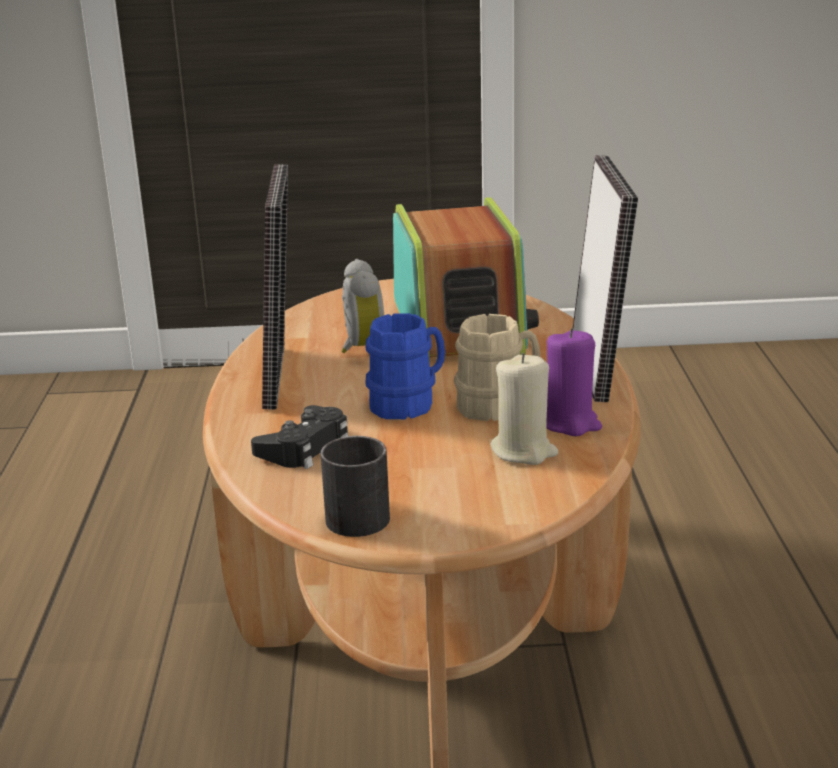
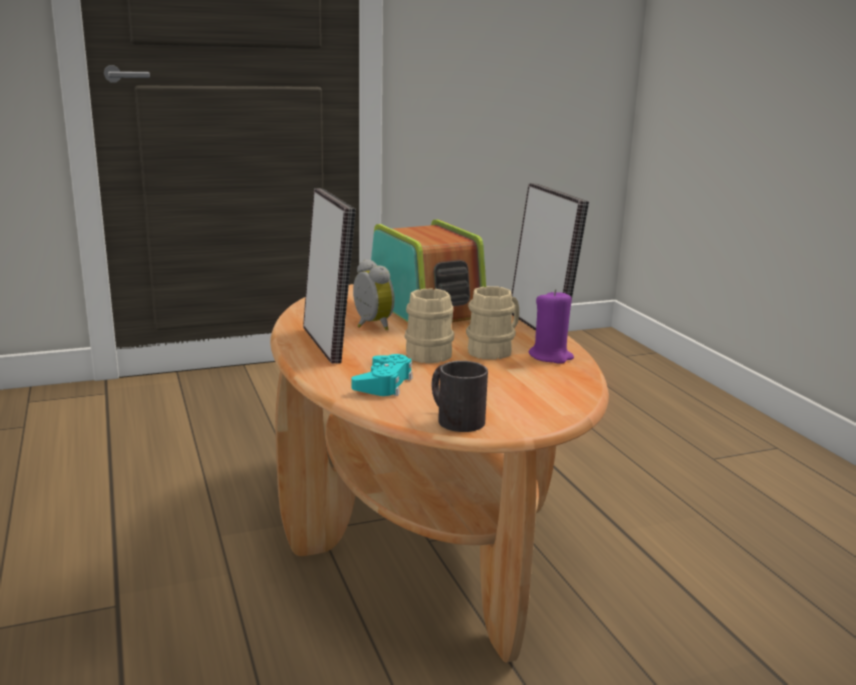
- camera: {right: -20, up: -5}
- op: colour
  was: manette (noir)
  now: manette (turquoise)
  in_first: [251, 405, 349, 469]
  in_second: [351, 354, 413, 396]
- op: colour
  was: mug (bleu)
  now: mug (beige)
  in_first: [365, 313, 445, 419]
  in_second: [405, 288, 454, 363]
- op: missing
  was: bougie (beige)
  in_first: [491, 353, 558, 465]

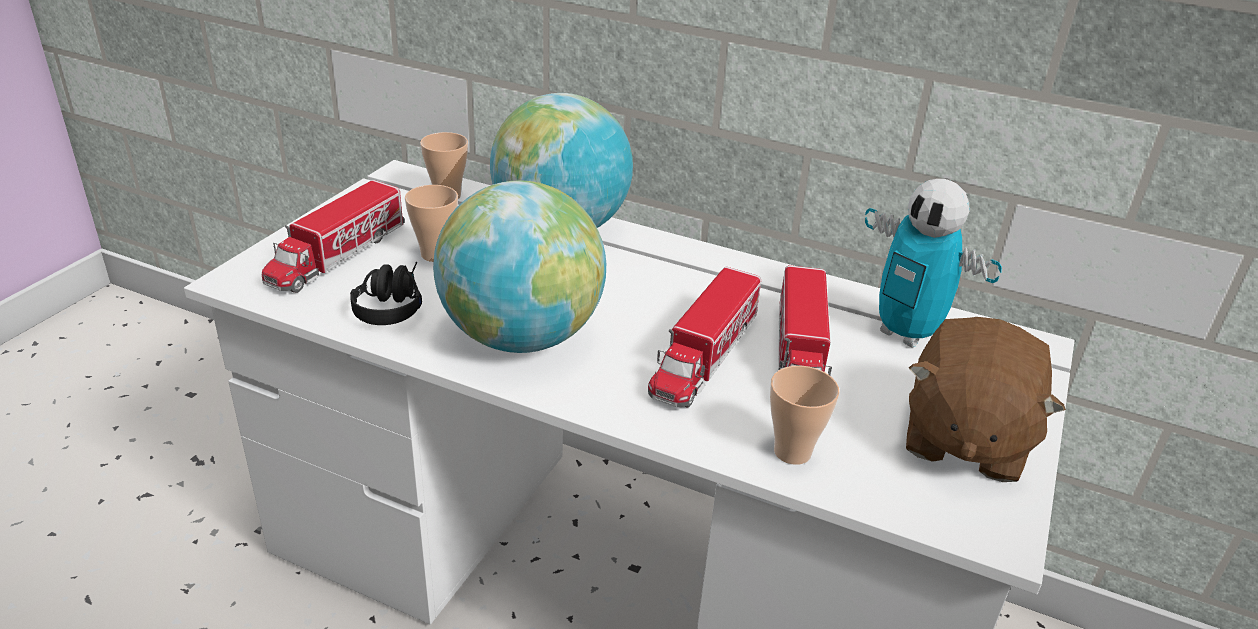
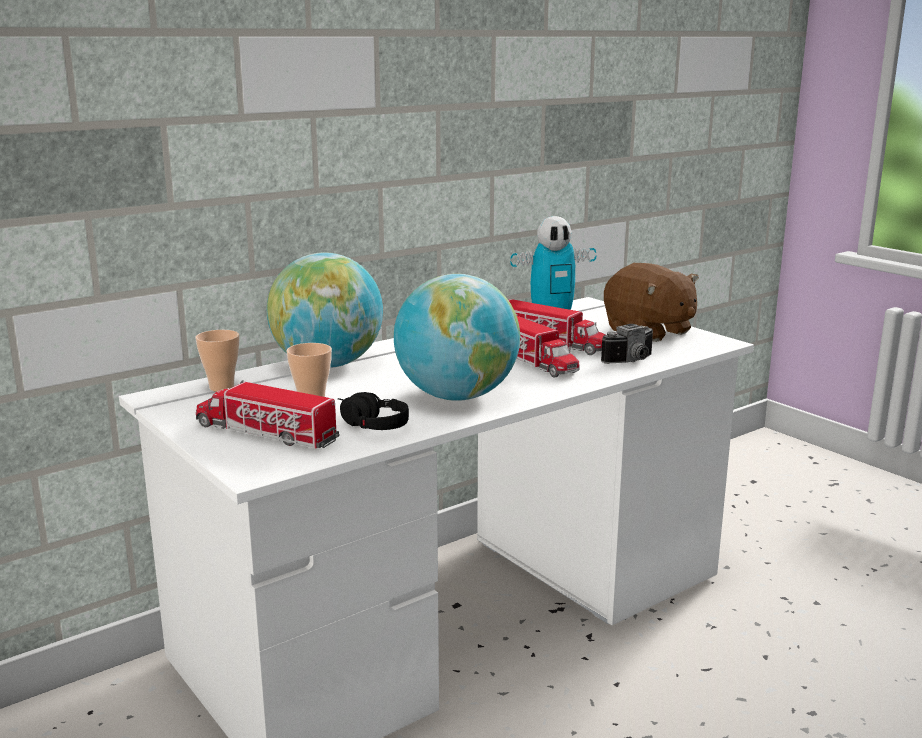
- camera: {right: -60, up: -15}
- op: spun
  was: camion jouet
  in_first: [262, 180, 405, 293]
  in_second: [196, 380, 340, 448]
  clockwise: 150
- op: exchanged
  was: tasse
  now: appareil photo
  in_first: [770, 365, 840, 465]
  in_second: [601, 324, 653, 364]

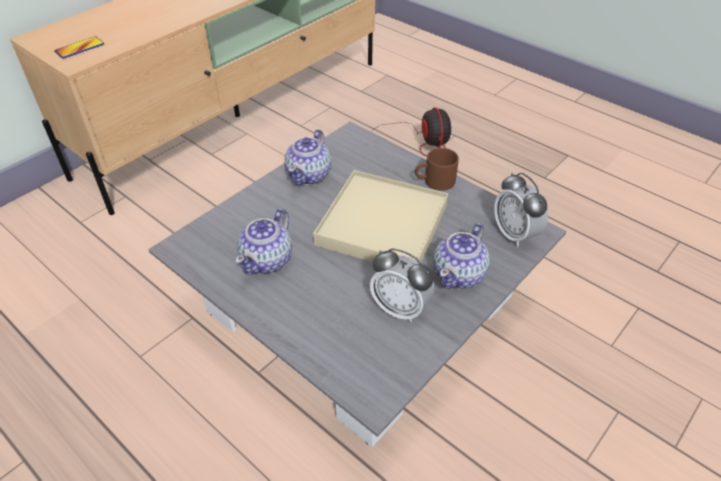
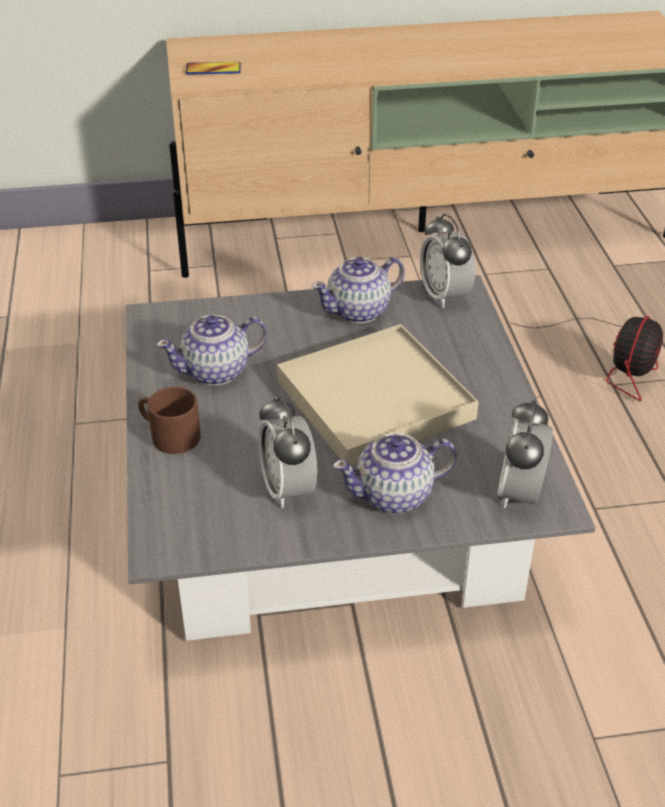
- camera: {right: 40, up: -5}
- op: relocated
  was: mug (marron)
  in_first: [414, 148, 459, 191]
  in_second: [138, 387, 201, 454]
- op: appeared
  now: réveil
  in_second: [420, 213, 476, 308]

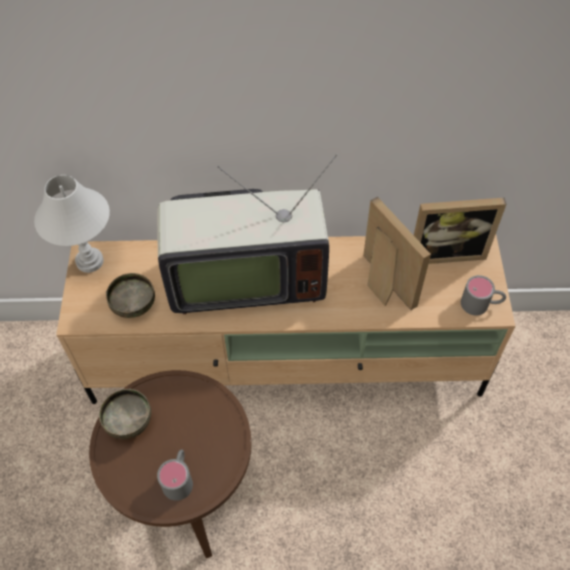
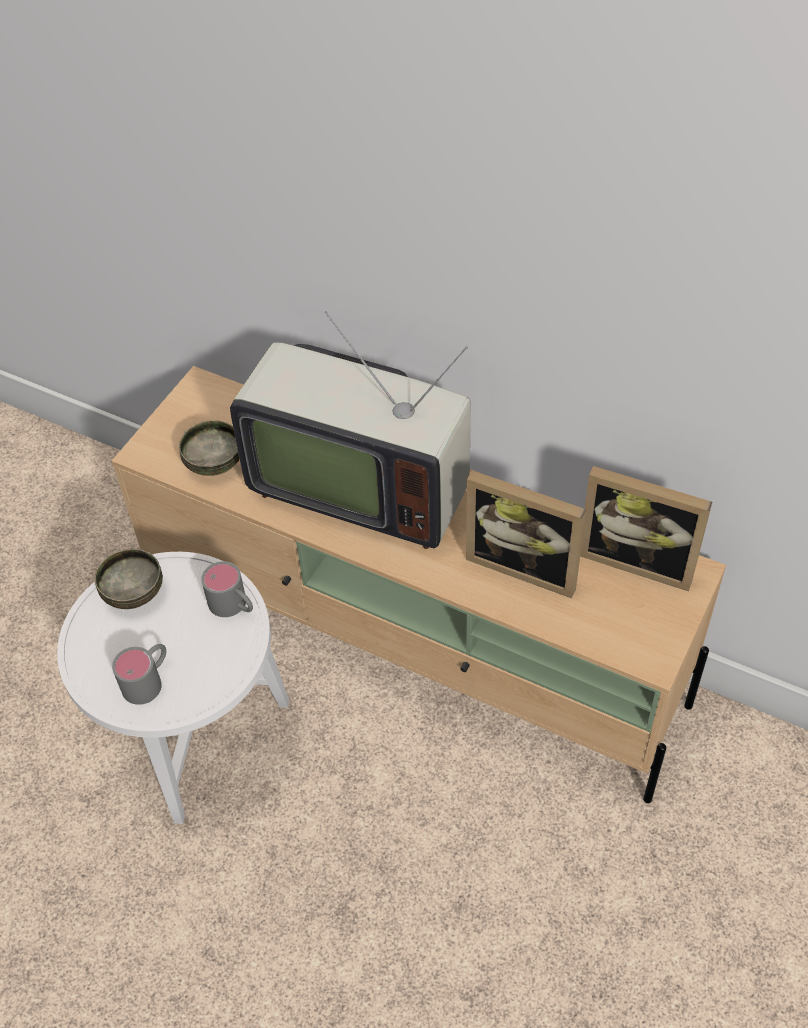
- camera: {right: 30, up: -5}
- op: colour
  was: table d'appoint (marron)
  now: table d'appoint (blanc)
  in_first: [89, 370, 251, 558]
  in_second: [57, 552, 289, 824]
- op: relocated
  was: mug (gris)
  in_first: [461, 275, 506, 315]
  in_second: [201, 561, 253, 617]
- op: spun
  was: cadre photo
  in_first: [363, 197, 431, 310]
  in_second: [466, 470, 586, 598]
  clockwise: 120
- op: missing
  was: lampe de table (blanc)
  in_first: [34, 175, 110, 273]

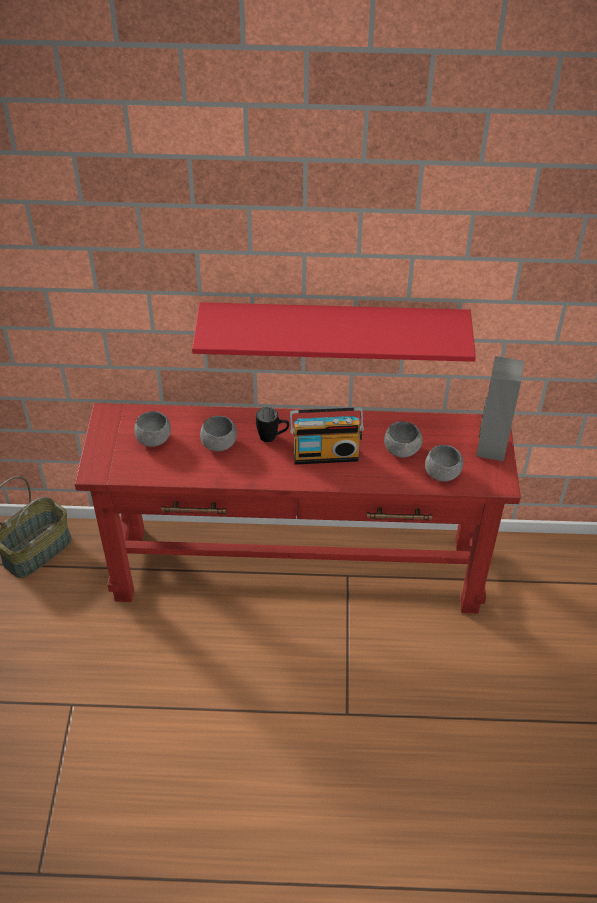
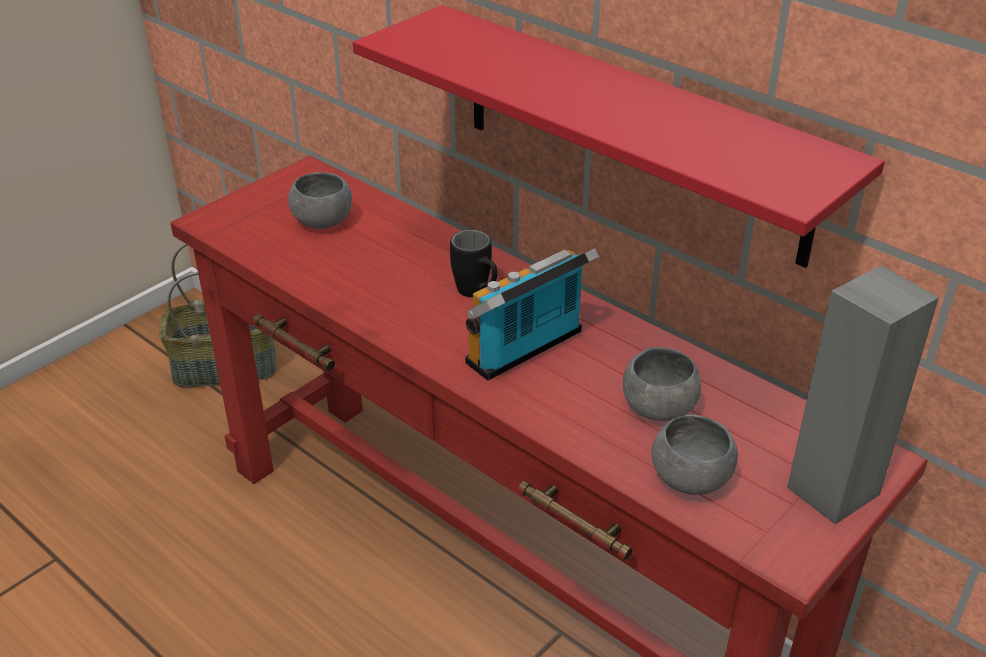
- camera: {right: 40, up: -10}
- op: spun
  was: radio
  in_first: [290, 407, 364, 465]
  in_second: [465, 248, 600, 381]
  clockwise: 105
- op: missing
  was: bol (gris)
  in_first: [200, 416, 237, 451]

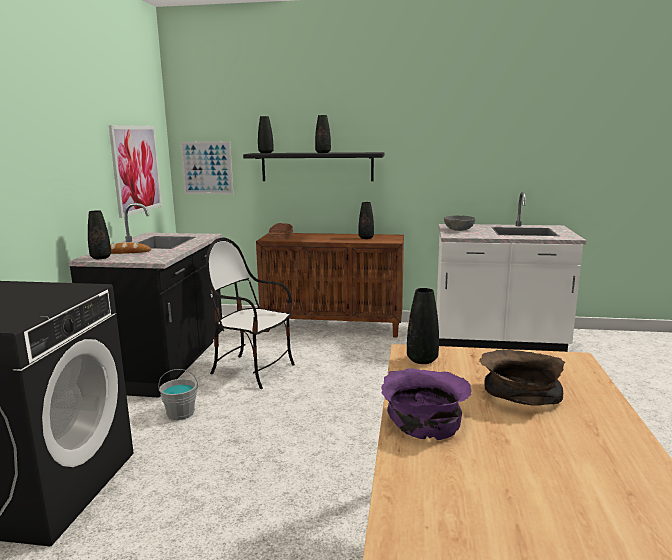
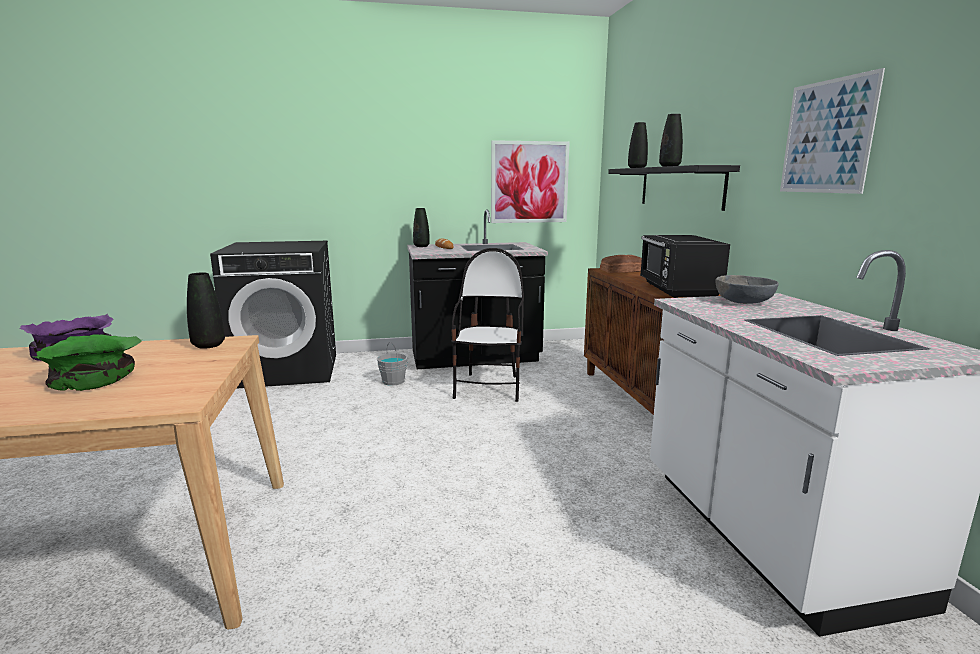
- camera: {right: 70, up: 0}
- op: colour
  was: bol (marron)
  now: bol (vert)
  in_first: [479, 349, 565, 405]
  in_second: [32, 334, 142, 391]
- op: exchanged
  was: vase (noir)
  now: micro-ondes (noir)
  in_first: [358, 202, 374, 239]
  in_second: [640, 235, 730, 298]
- op: relocated
  was: tableau
  in_first: [180, 141, 233, 194]
  in_second: [780, 68, 885, 194]

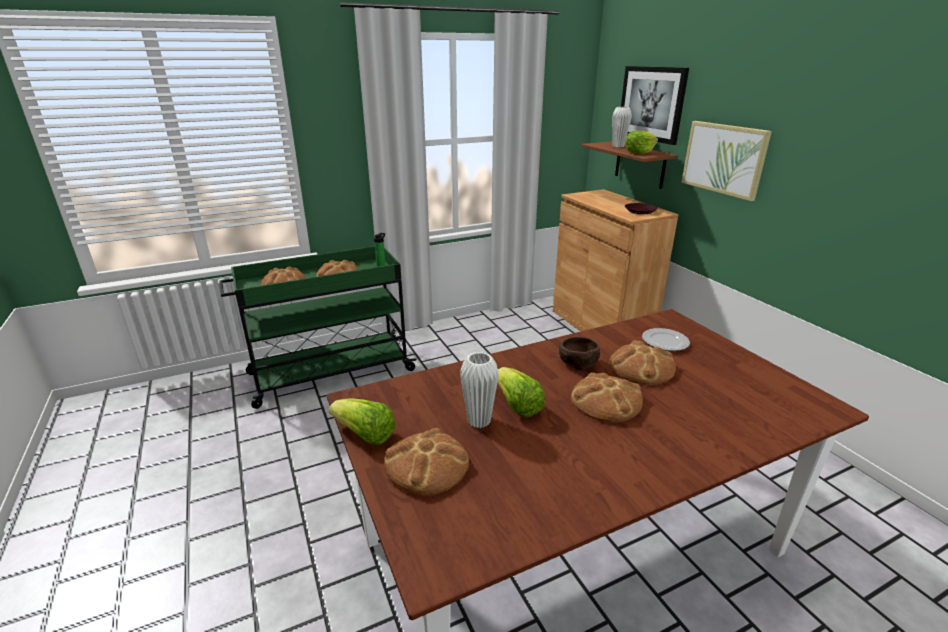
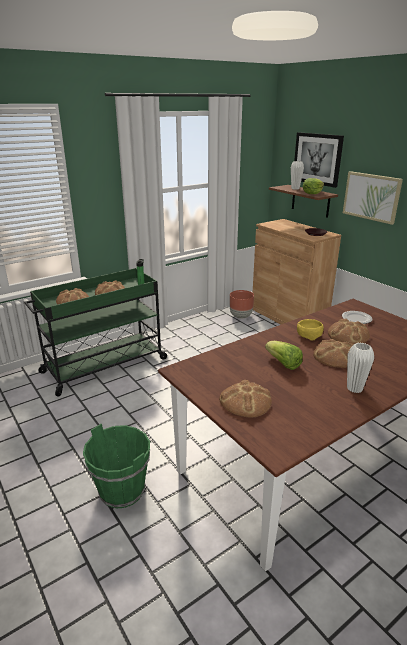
- camera: {right: -10, up: 0}
- op: appeared
  now: seau (vert)
  in_second: [83, 424, 150, 508]
- op: appeared
  now: cache-pot (marron)
  in_second: [230, 290, 254, 319]
- op: colour
  was: bol (marron)
  now: bol (jaune)
  in_first: [559, 336, 600, 371]
  in_second: [297, 319, 324, 340]
- op: relocated
  was: vase (blanc)
  in_first: [460, 352, 499, 428]
  in_second: [347, 342, 374, 393]
- op: missing
  was: laitue
  in_first: [329, 398, 395, 445]

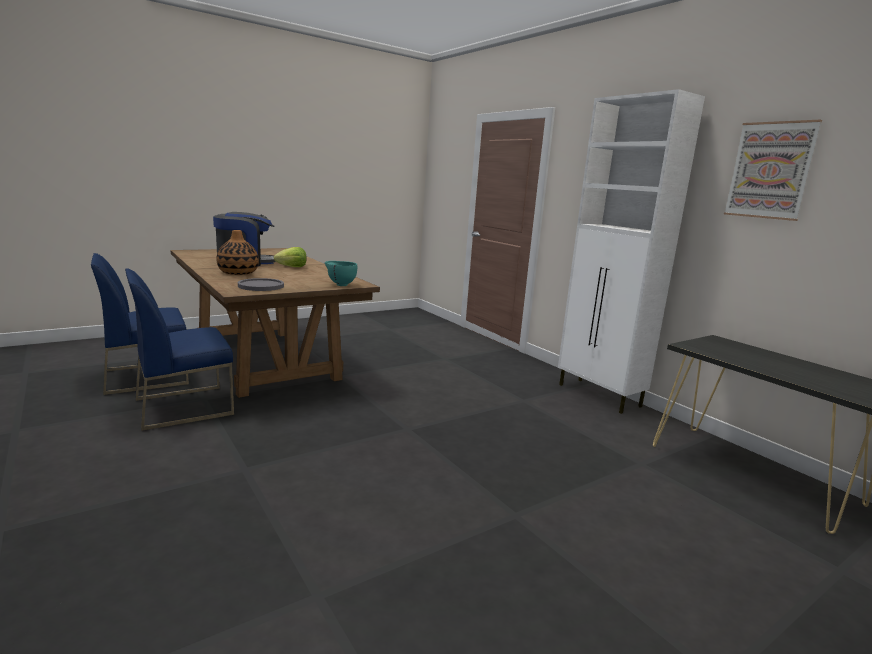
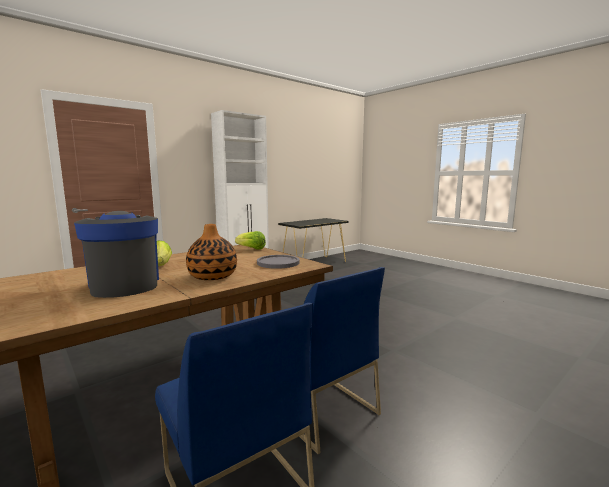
- camera: {right: -95, up: -5}
- op: exchanged
  was: bol (turquoise)
  now: laitue
  in_first: [325, 261, 357, 286]
  in_second: [235, 231, 266, 250]
- op: missing
  was: tableau
  in_first: [724, 120, 822, 221]

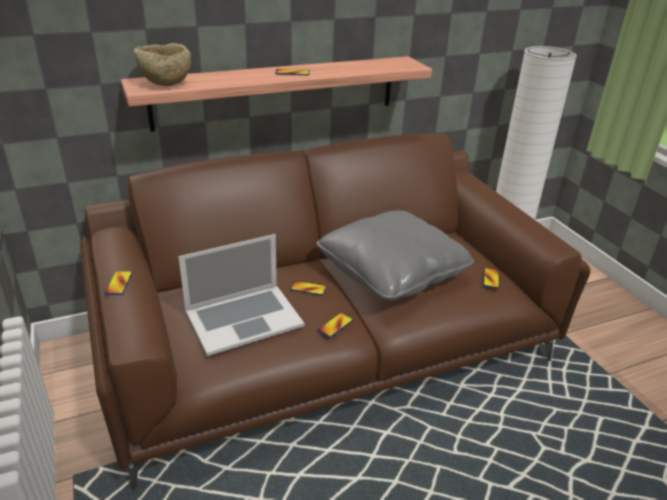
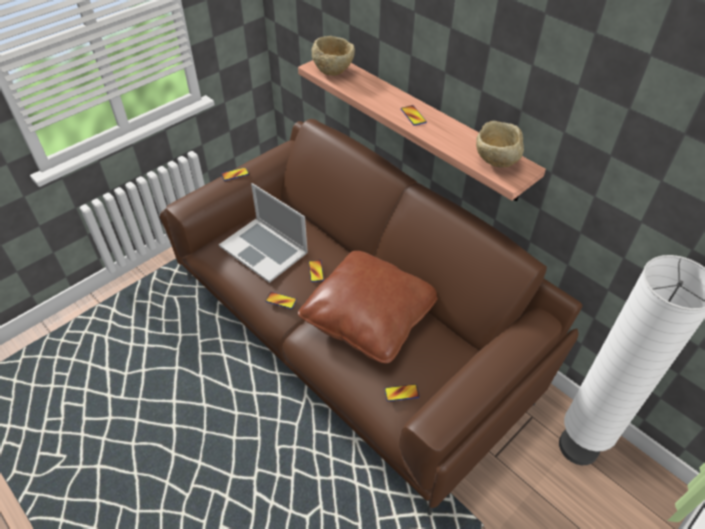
- camera: {right: 70, up: 15}
- op: colour
  was: coussin (gris)
  now: coussin (marron)
  in_first: [316, 210, 474, 301]
  in_second: [298, 251, 438, 363]
- op: appeared
  now: bol (beige)
  in_second: [476, 121, 524, 167]

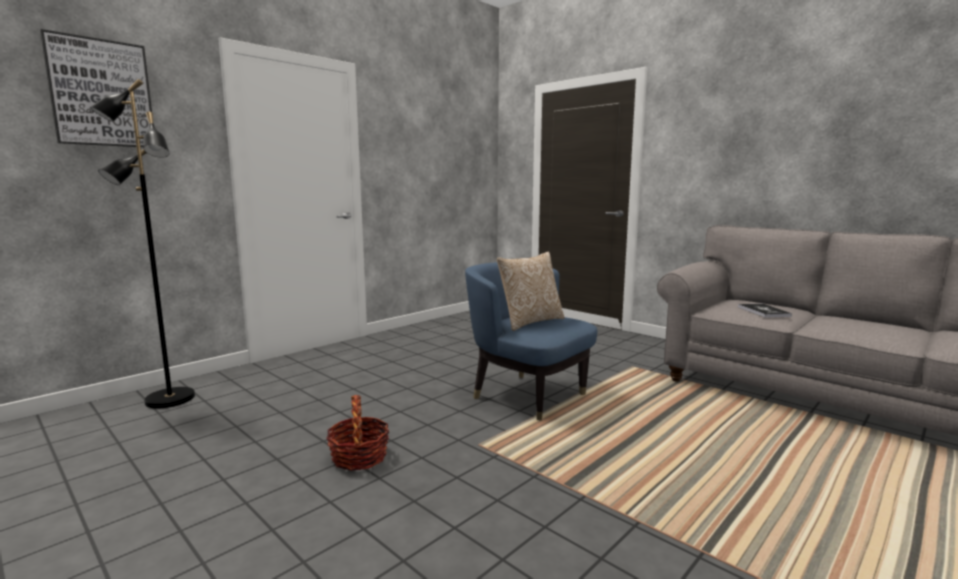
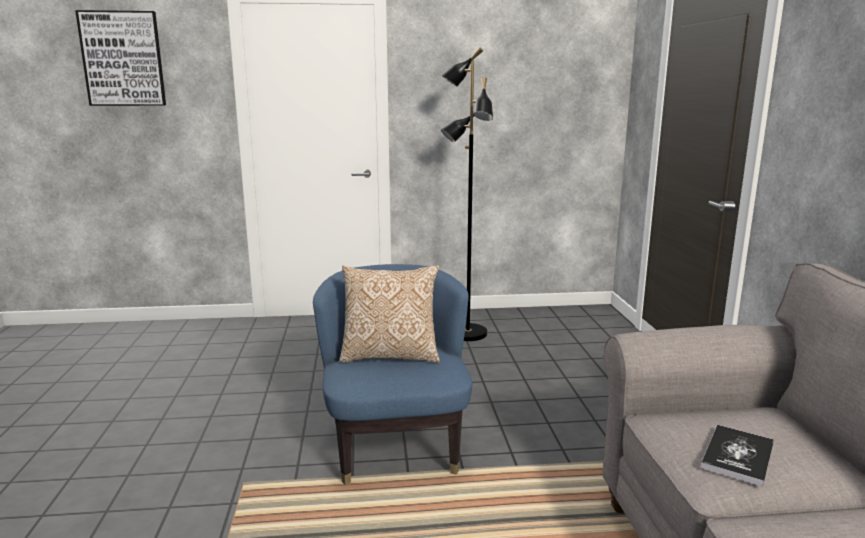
- camera: {right: 40, up: 5}
- op: relocated
  was: lampadaire (noir)
  in_first: [90, 79, 195, 408]
  in_second: [441, 47, 493, 341]
- op: missing
  was: panier
  in_first: [326, 395, 389, 471]

